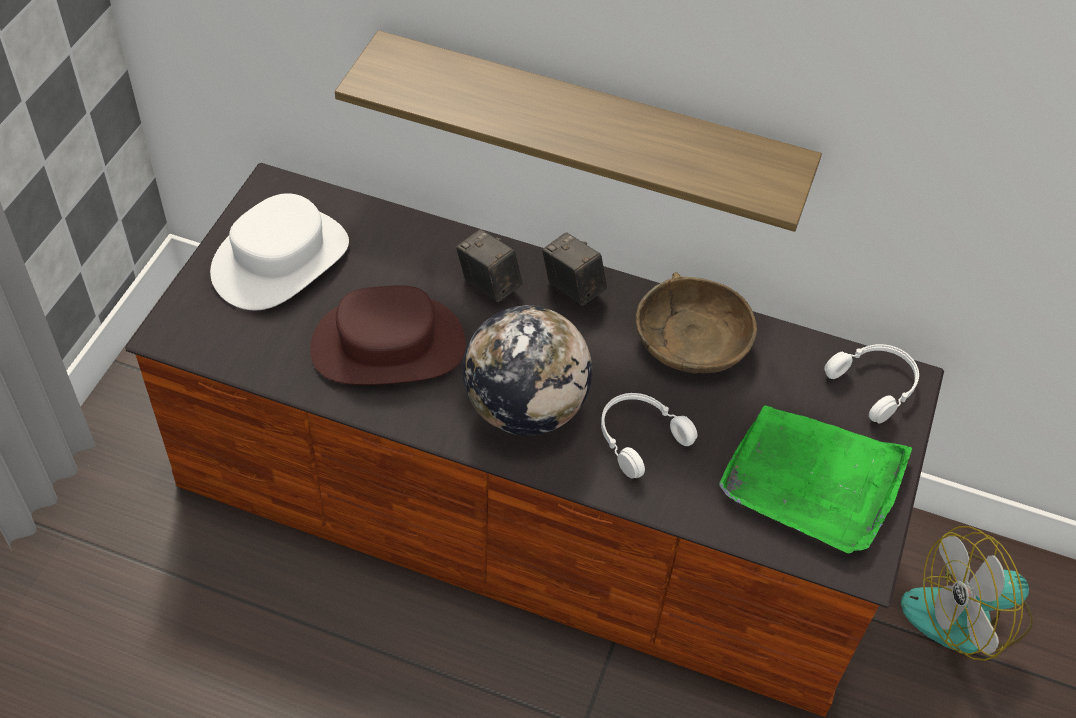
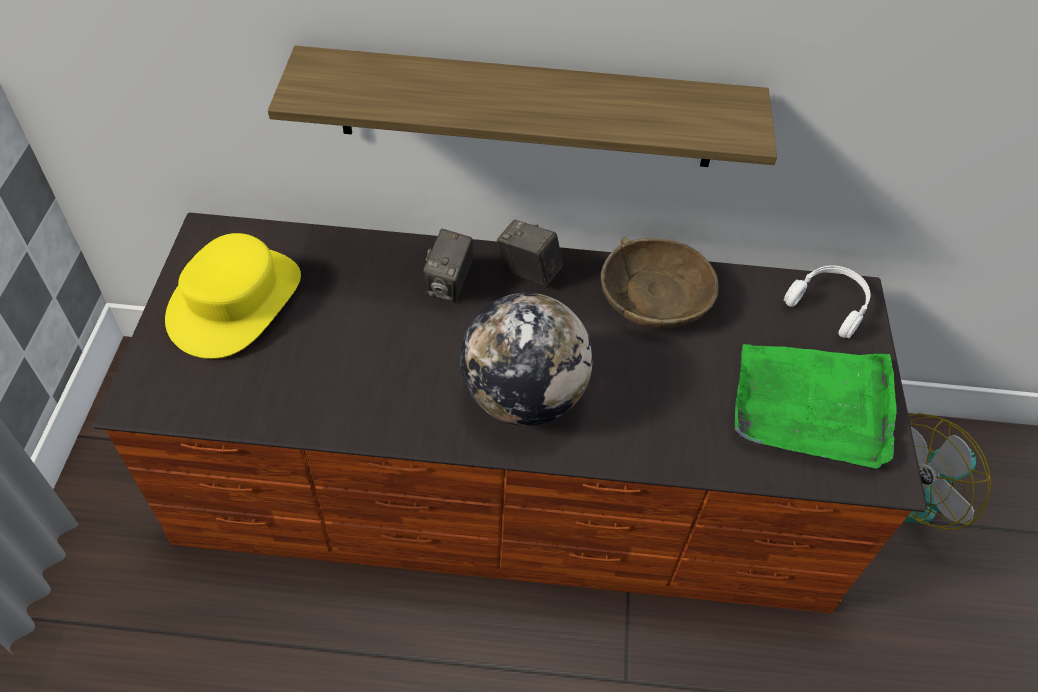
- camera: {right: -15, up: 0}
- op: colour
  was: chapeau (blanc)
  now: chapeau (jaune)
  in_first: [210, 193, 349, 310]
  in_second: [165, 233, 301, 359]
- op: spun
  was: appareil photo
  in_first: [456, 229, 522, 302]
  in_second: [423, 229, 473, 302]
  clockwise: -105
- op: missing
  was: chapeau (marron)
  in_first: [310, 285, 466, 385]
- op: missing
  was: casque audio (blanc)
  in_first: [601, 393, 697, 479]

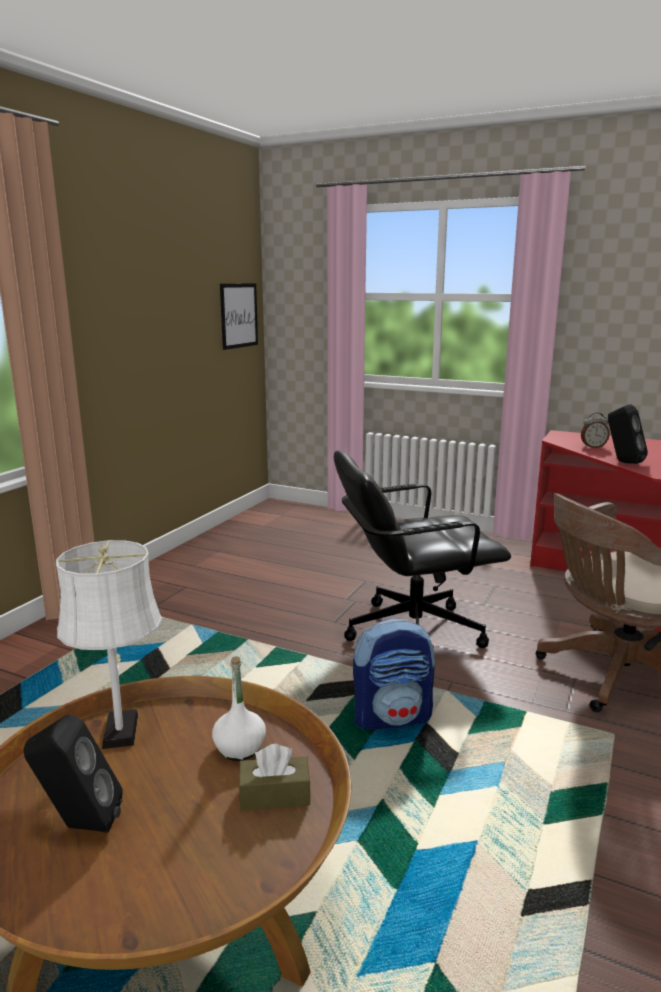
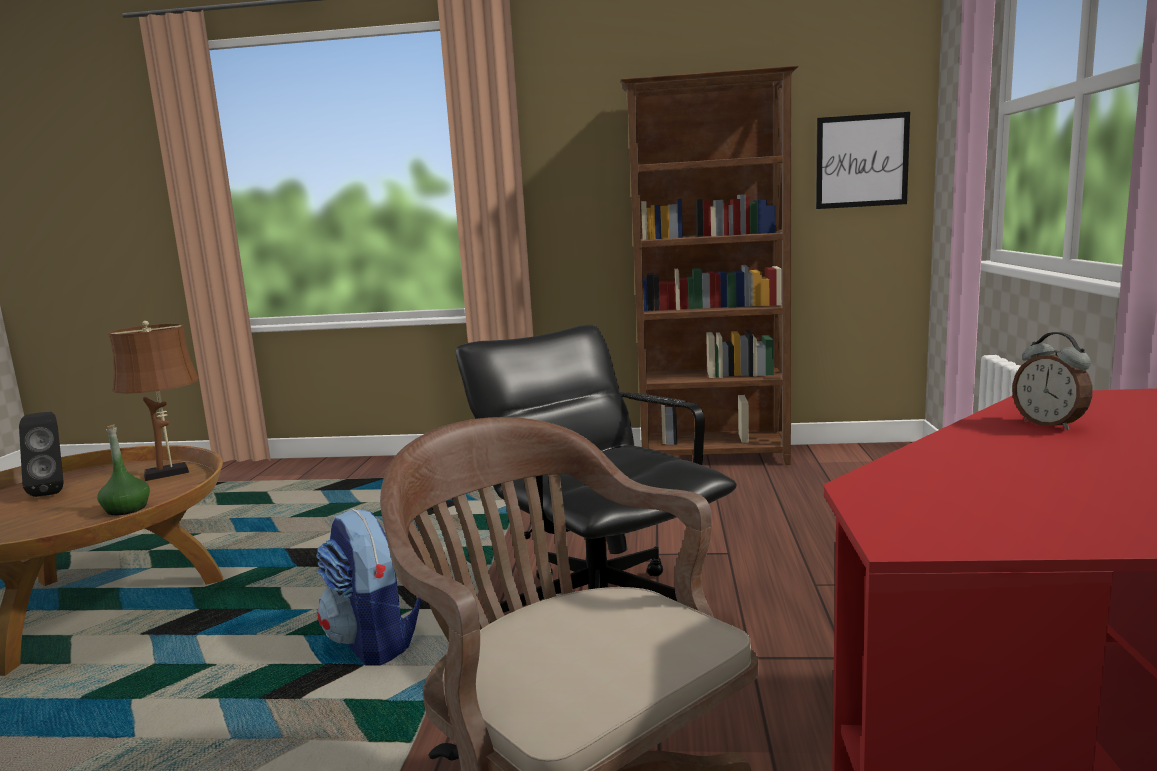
- camera: {right: 70, up: -5}
- op: colour
  was: bouteille (blanc)
  now: bouteille (vert)
  in_first: [212, 656, 266, 761]
  in_second: [97, 424, 150, 516]
- op: colour
  was: lampe de table (blanc)
  now: lampe de table (marron)
  in_first: [56, 540, 162, 749]
  in_second: [108, 321, 199, 481]
- op: appeared
  now: bibliothèque (marron)
  in_second: [621, 65, 799, 465]
- op: missing
  was: boîte à mouchoirs (marron)
  in_first: [239, 744, 311, 811]
- op: missing
  was: enceinte (noir)
  in_first: [608, 404, 648, 464]

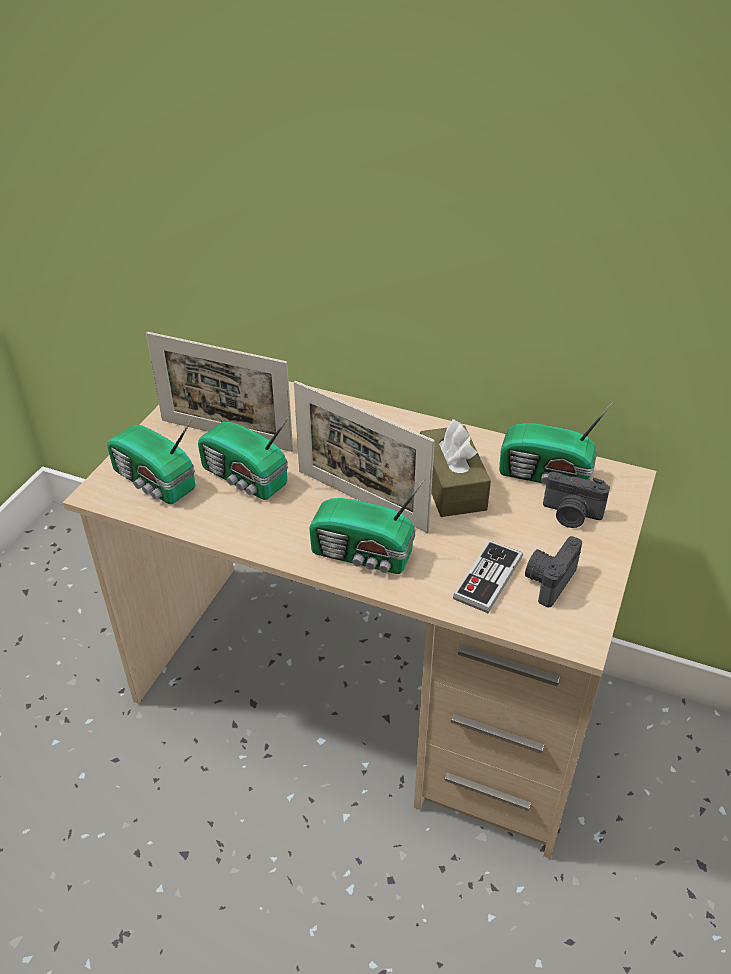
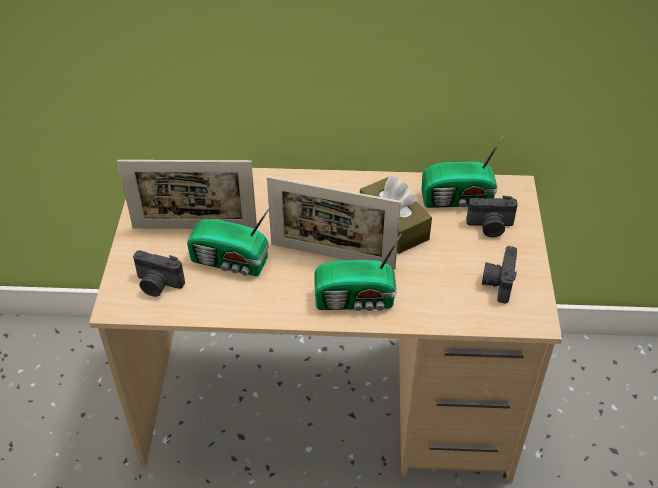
- camera: {right: -20, up: 5}
- op: exchanged
  was: radio
  now: appareil photo
  in_first: [107, 420, 195, 504]
  in_second: [133, 250, 185, 297]
- op: missing
  was: manette
  in_first: [453, 540, 523, 613]

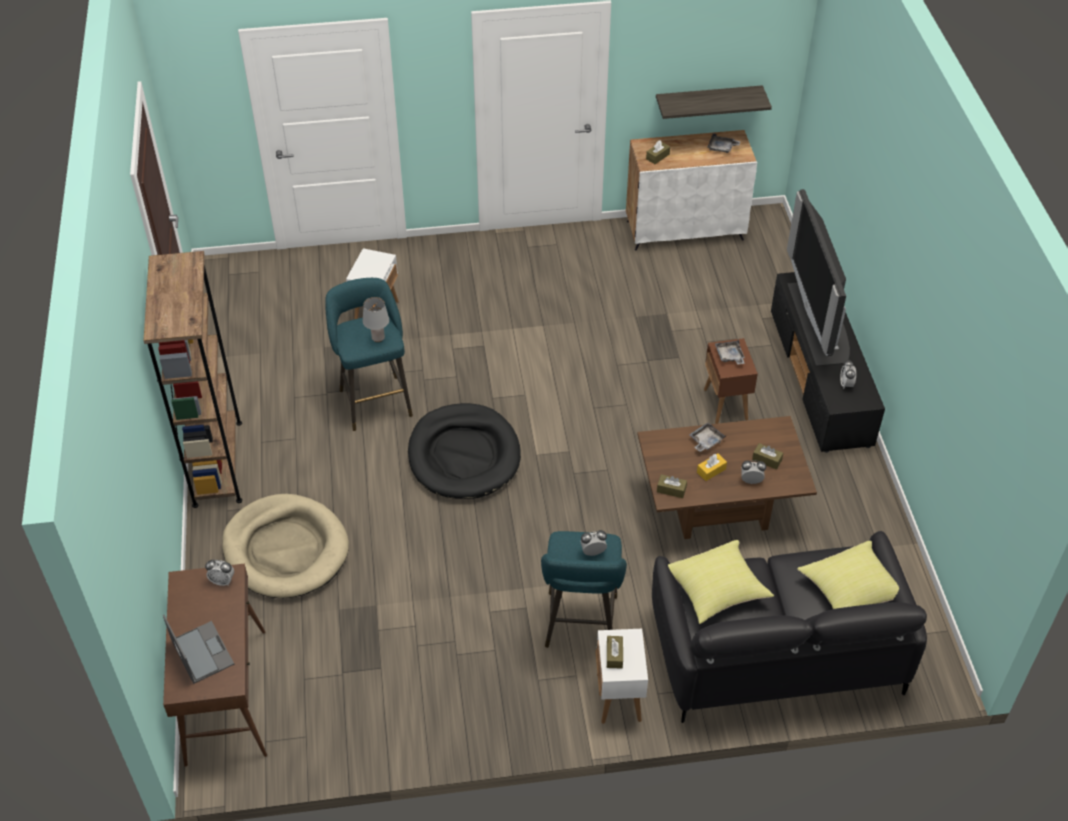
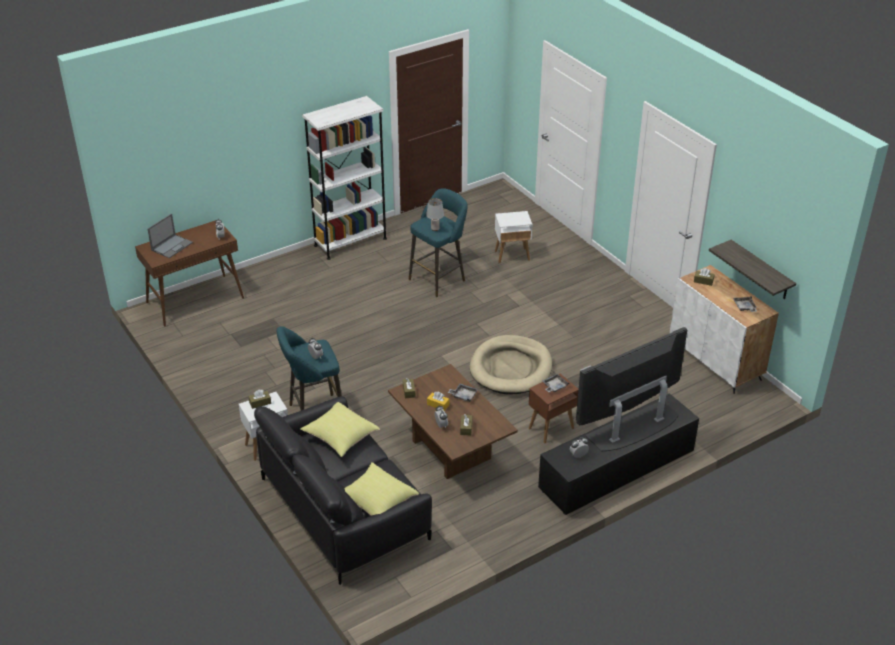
- camera: {right: 65, up: -10}
- op: colour
  was: bibliothèque (marron)
  now: bibliothèque (blanc)
  in_first: [144, 251, 242, 508]
  in_second: [302, 96, 387, 260]
- op: relocated
  was: panier pour chien (beige)
  in_first: [222, 494, 349, 598]
  in_second: [470, 335, 552, 394]
- op: missing
  was: panier pour chien (noir)
  in_first: [408, 403, 521, 499]

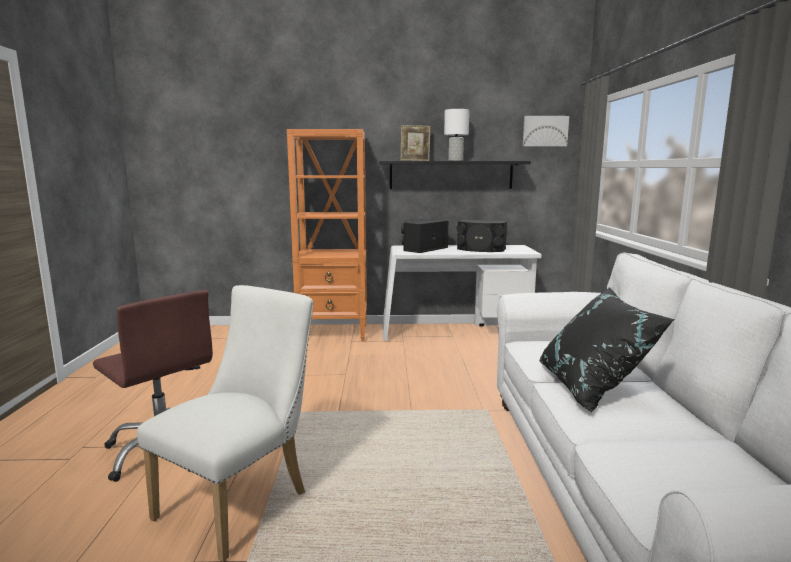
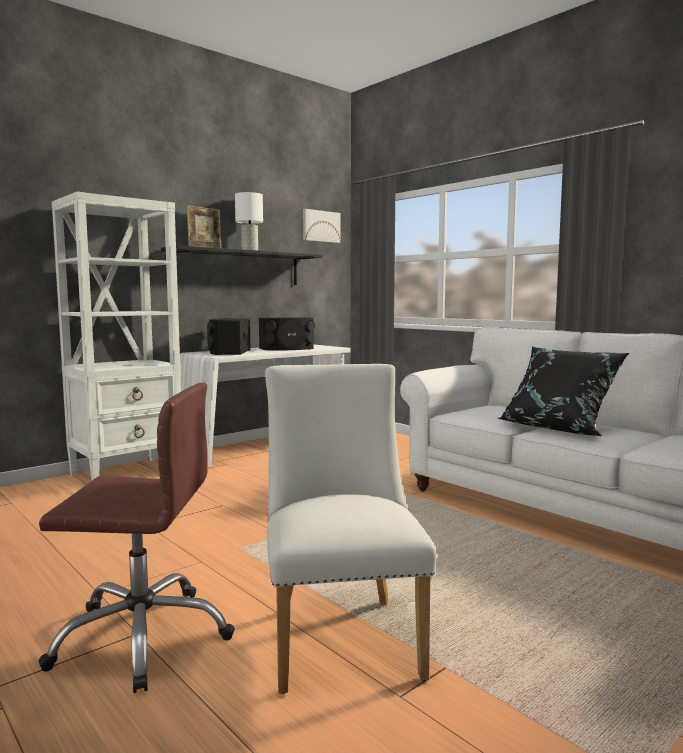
- camera: {right: -40, up: -5}
- op: colour
  was: bibliothèque (orange)
  now: bibliothèque (blanc)
  in_first: [287, 129, 367, 341]
  in_second: [52, 192, 181, 480]

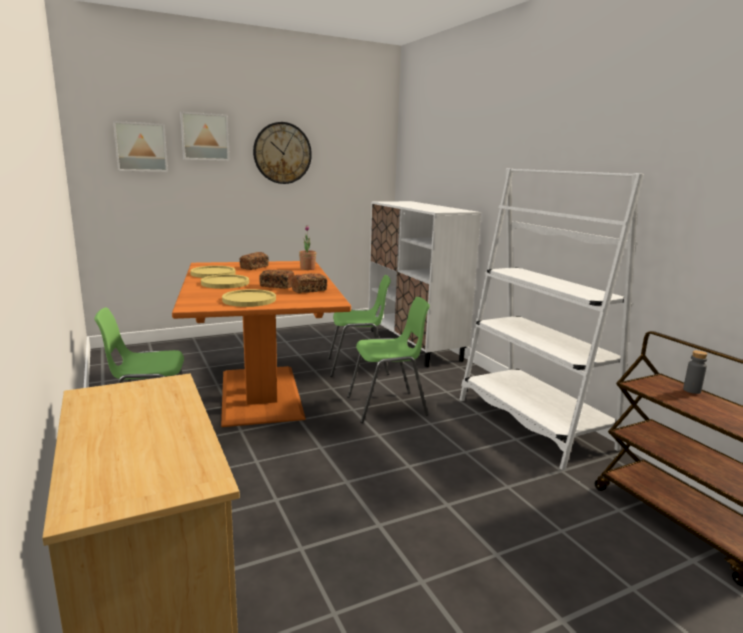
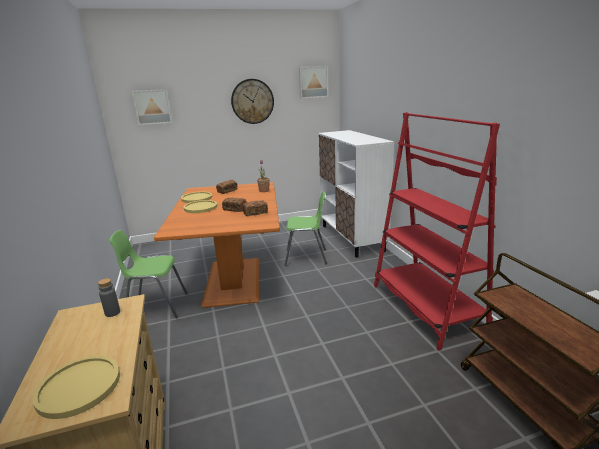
- camera: {right: 10, up: 5}
- op: relocated
  was: assiette (jaune)
  in_first: [222, 289, 276, 307]
  in_second: [32, 356, 120, 419]
- op: relocated
  was: bouteille (gris)
  in_first: [683, 350, 708, 394]
  in_second: [98, 278, 120, 317]
- op: relocated
  was: tableau
  in_first: [180, 112, 230, 161]
  in_second: [299, 66, 328, 99]
- op: colour
  was: bibliothèque (blanc)
  now: bibliothèque (rouge)
  in_first: [459, 168, 644, 470]
  in_second: [374, 112, 500, 351]
- op: missing
  was: chaise (vert)
  in_first: [347, 297, 430, 423]

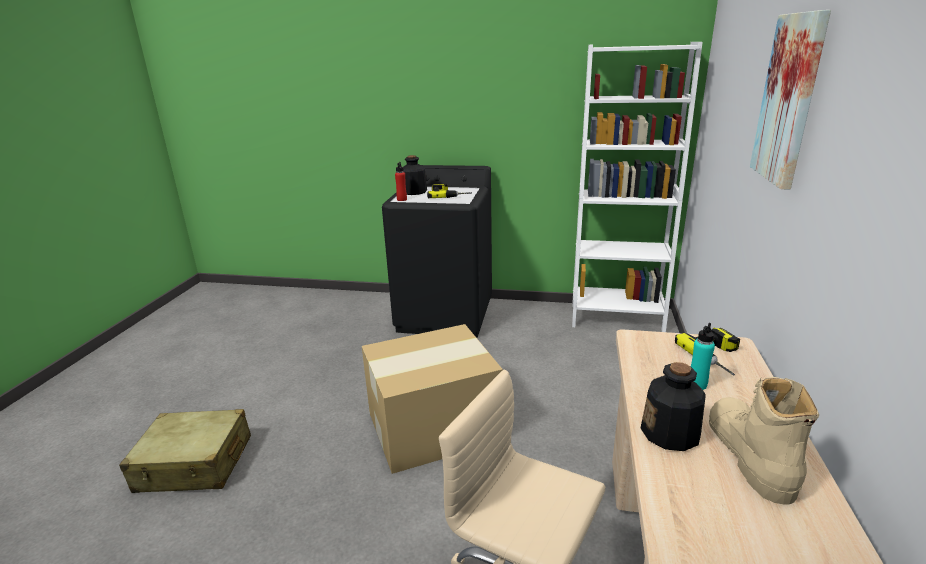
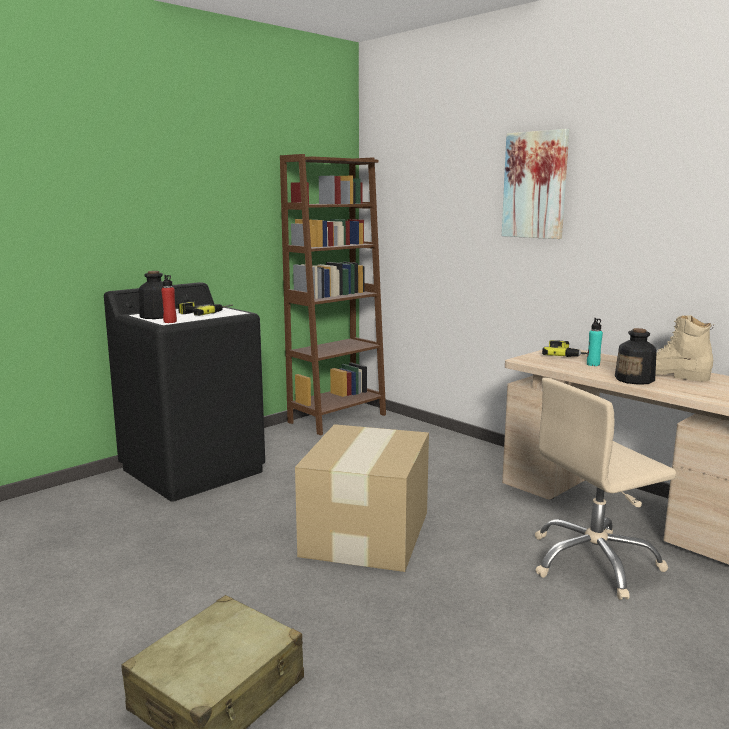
- camera: {right: -55, up: -10}
- op: colour
  was: bibliothèque (blanc)
  now: bibliothèque (marron)
  in_first: [572, 42, 703, 332]
  in_second: [280, 154, 386, 435]

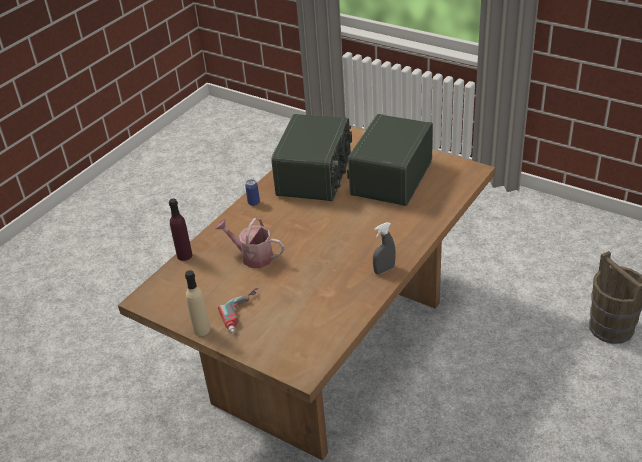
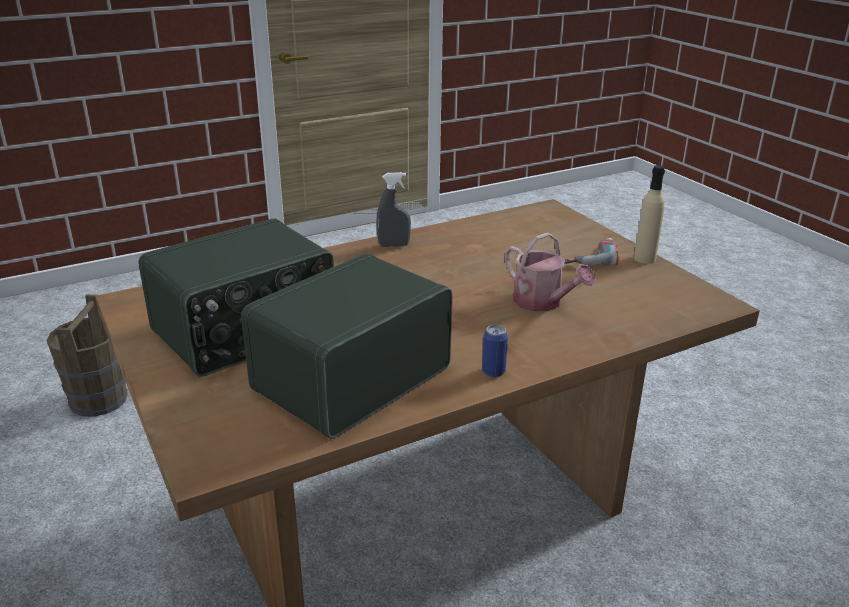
- camera: {right: -155, up: -10}
- op: missing
  was: bouteille (violet)
  in_first: [169, 198, 192, 261]

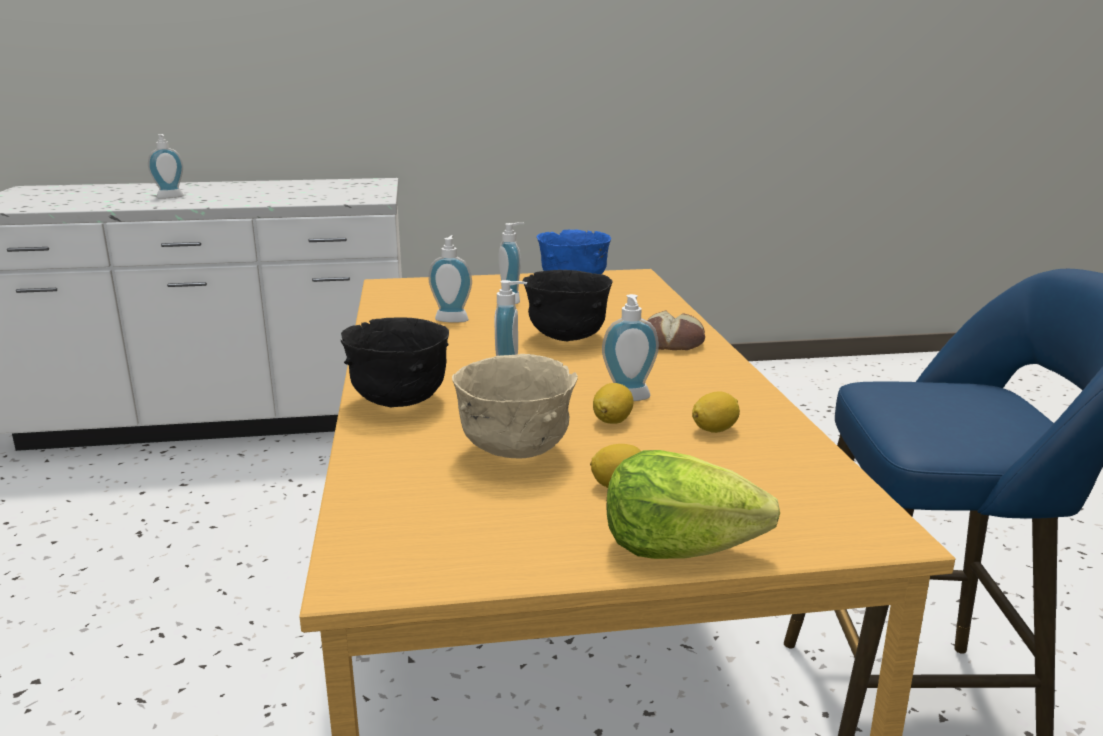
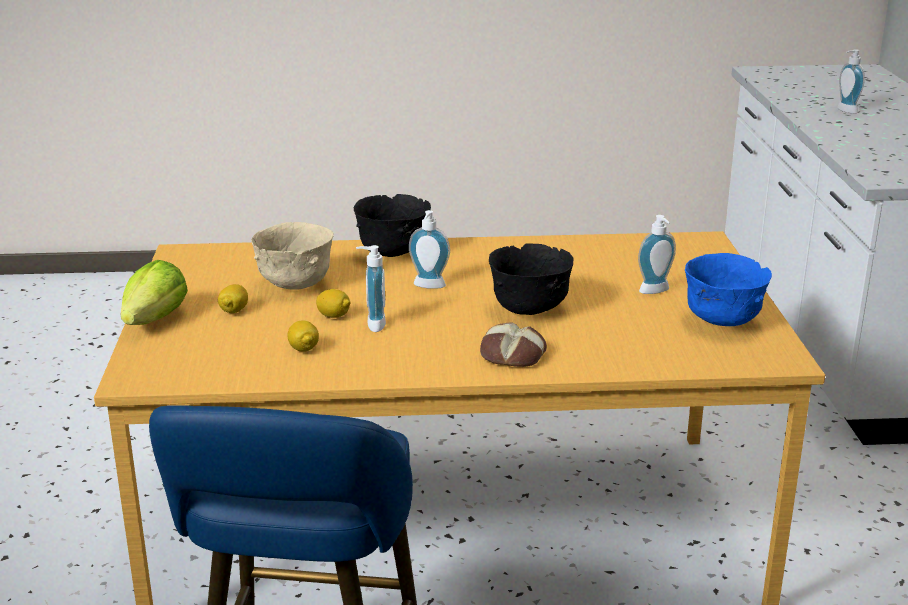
- camera: {right: 95, up: 5}
- op: missing
  was: distributeur de savon
  in_first: [428, 235, 472, 323]

